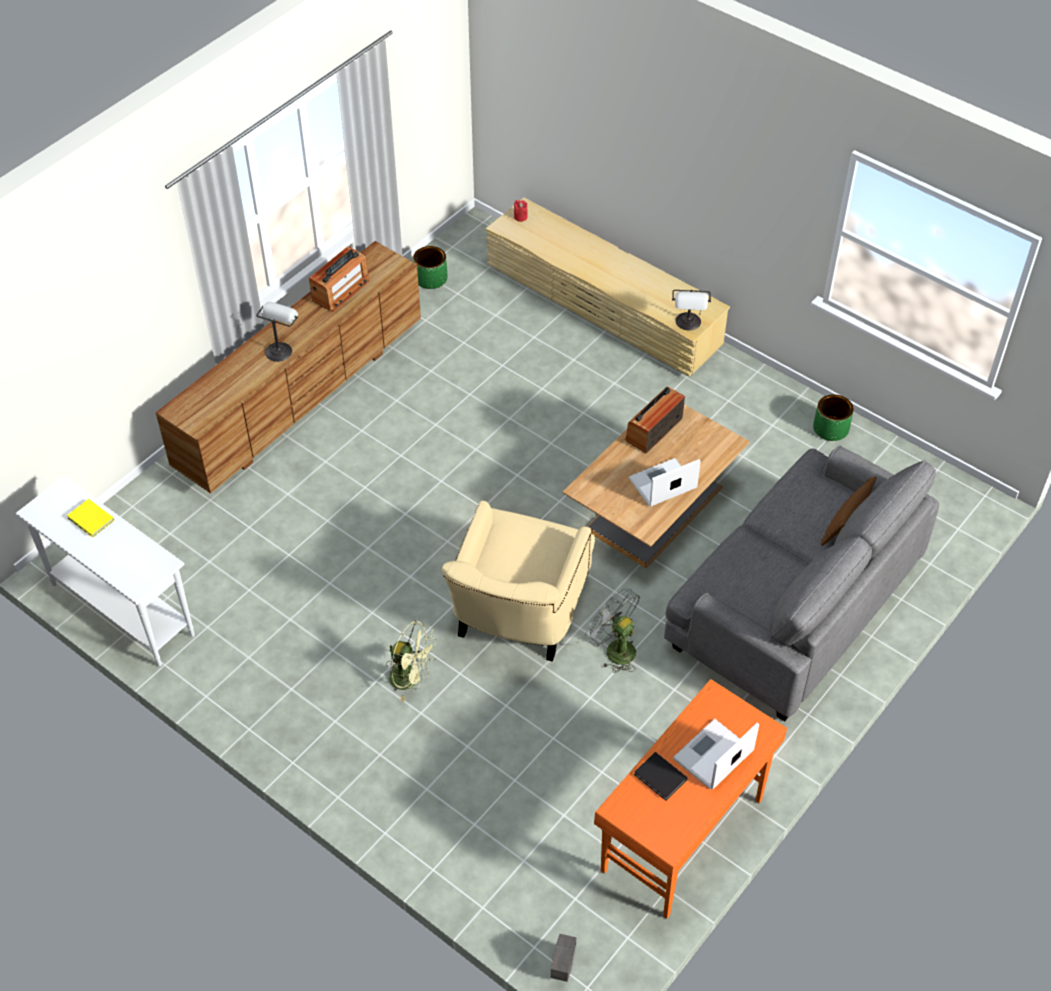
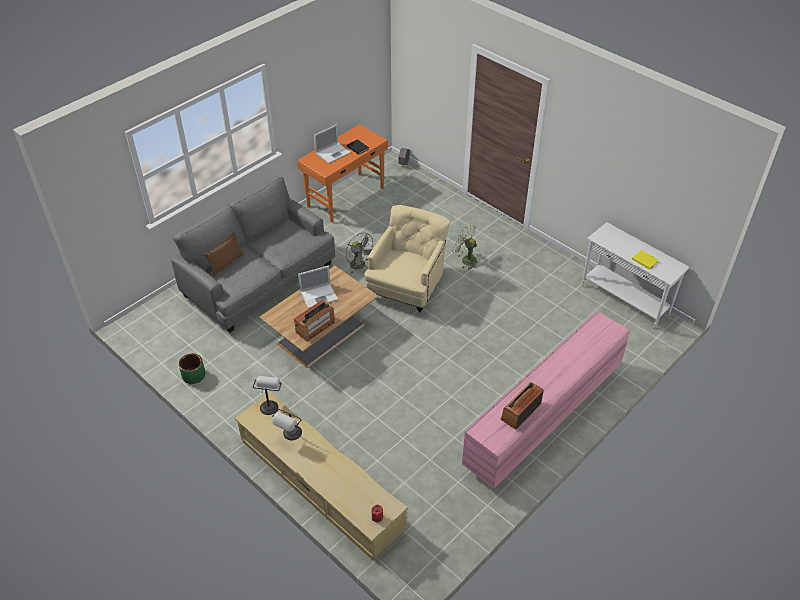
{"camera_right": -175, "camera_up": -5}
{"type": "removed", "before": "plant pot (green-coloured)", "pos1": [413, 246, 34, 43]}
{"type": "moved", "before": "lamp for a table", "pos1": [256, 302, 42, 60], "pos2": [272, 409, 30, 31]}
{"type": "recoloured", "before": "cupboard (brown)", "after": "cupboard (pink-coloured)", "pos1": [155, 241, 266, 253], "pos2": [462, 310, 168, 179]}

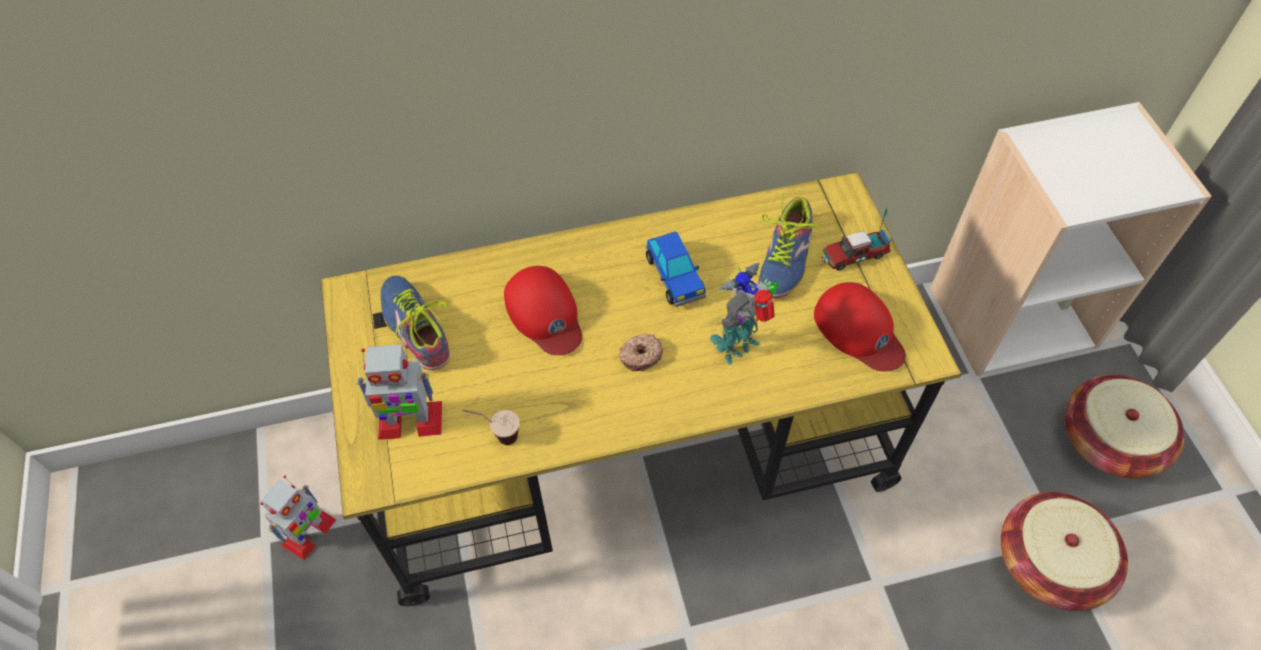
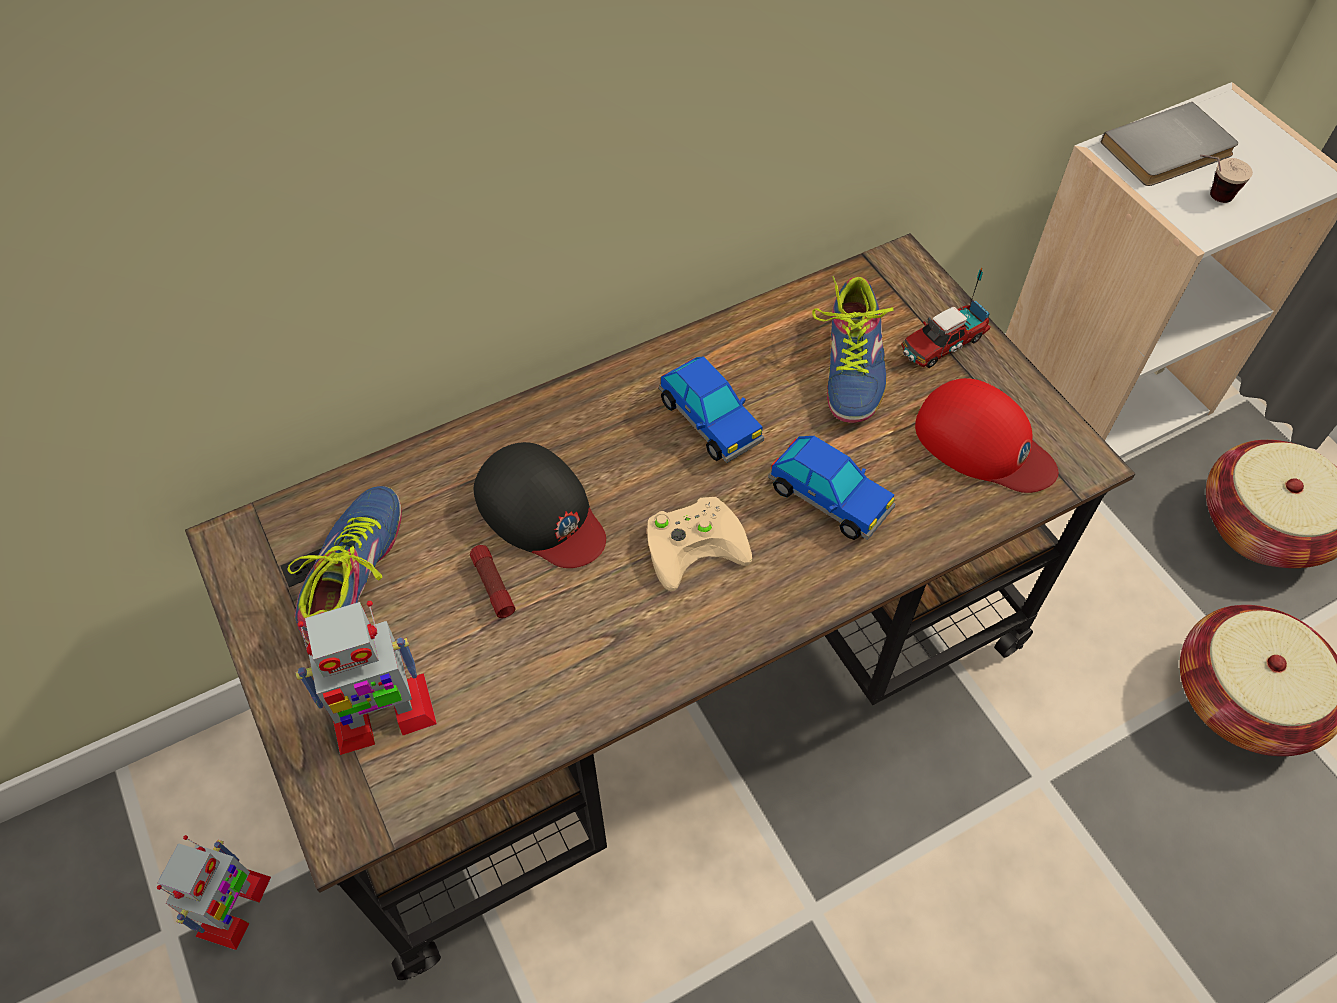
{"camera_right": -15, "camera_up": 0}
{"type": "added", "after": "torch", "pos2": [470, 545, 45, 73]}
{"type": "added", "after": "volume (gray)", "pos2": [1101, 102, 137, 84]}
{"type": "moved", "before": "small cup", "pos1": [463, 409, 57, 36], "pos2": [1200, 155, 53, 48]}
{"type": "replaced", "before": "donut", "after": "joypad (beige-coloured)", "pos1": [619, 333, 44, 38], "pos2": [647, 497, 105, 94]}
{"type": "replaced", "before": "toy robot", "after": "toy car", "pos1": [710, 263, 68, 102], "pos2": [768, 436, 127, 104]}
{"type": "recoloured", "before": "desk unit (yellowish)", "after": "desk unit (brown)", "pos1": [321, 172, 640, 434], "pos2": [185, 233, 950, 747]}
{"type": "recoloured", "before": "baseball cap (reddish)", "after": "baseball cap (black)", "pos1": [504, 266, 78, 89], "pos2": [473, 442, 133, 126]}
{"type": "turned", "before": "low shoe", "pos1": [380, 276, 70, 94], "pos2": [287, 486, 115, 158], "turn": 60}

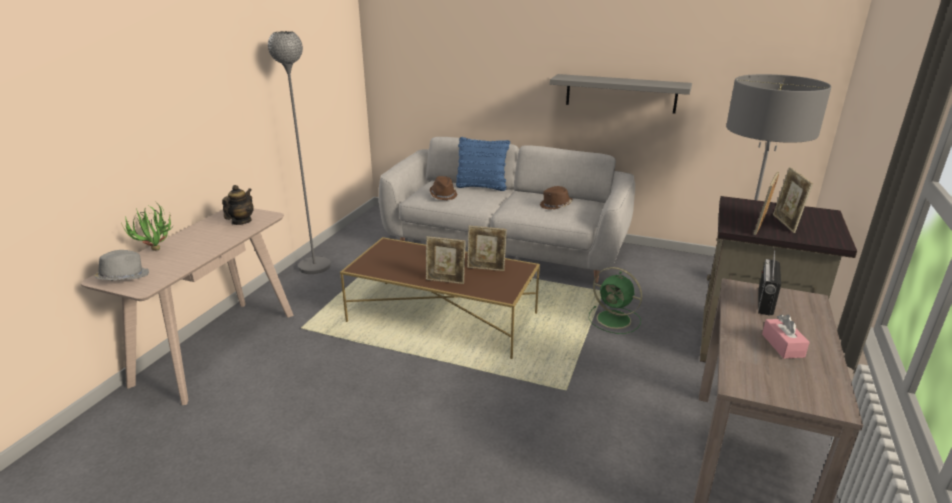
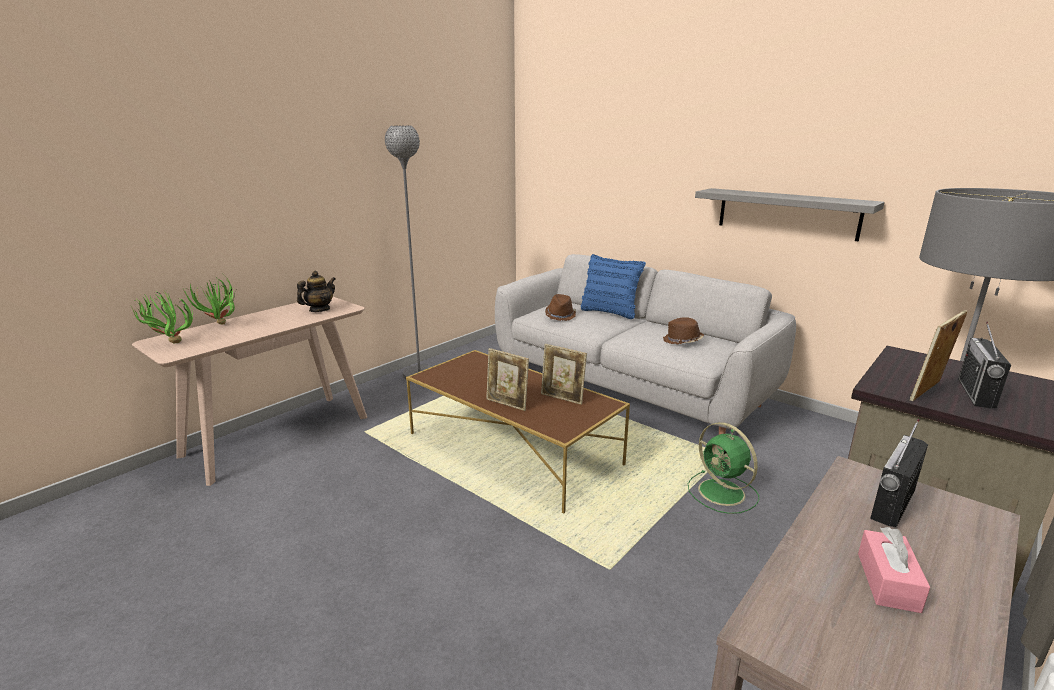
{"camera_right": 20, "camera_up": -5}
{"type": "replaced", "before": "hat (gray)", "after": "potted plant", "pos1": [94, 250, 55, 31], "pos2": [131, 289, 62, 54]}
{"type": "replaced", "before": "picture frame", "after": "radio", "pos1": [773, 167, 40, 66], "pos2": [958, 322, 53, 87]}

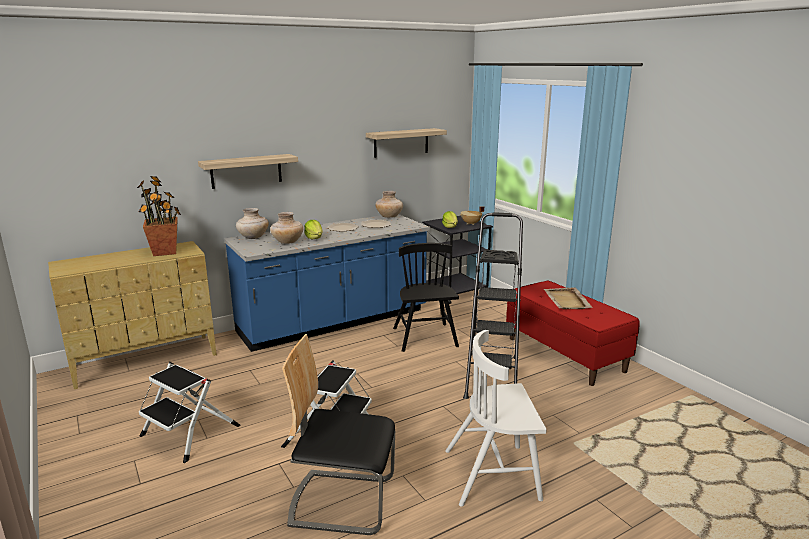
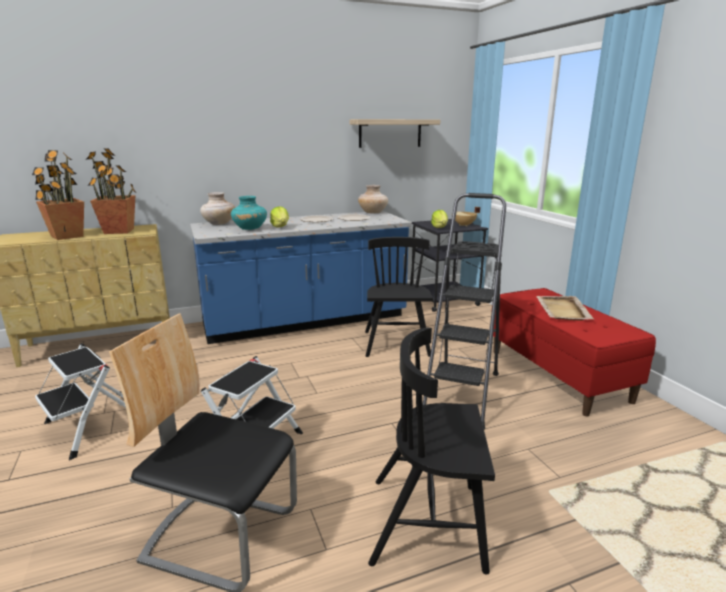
{"camera_right": 10, "camera_up": 0}
{"type": "removed", "before": "shelf", "pos1": [198, 154, 100, 35]}
{"type": "added", "after": "potted plant", "pos2": [32, 150, 52, 90]}
{"type": "recoloured", "before": "vase (beige-coloured)", "after": "vase (blue-green)", "pos1": [270, 212, 34, 32], "pos2": [231, 196, 36, 34]}
{"type": "recoloured", "before": "upright chair (whitish)", "after": "upright chair (black)", "pos1": [445, 330, 102, 177], "pos2": [368, 327, 127, 248]}

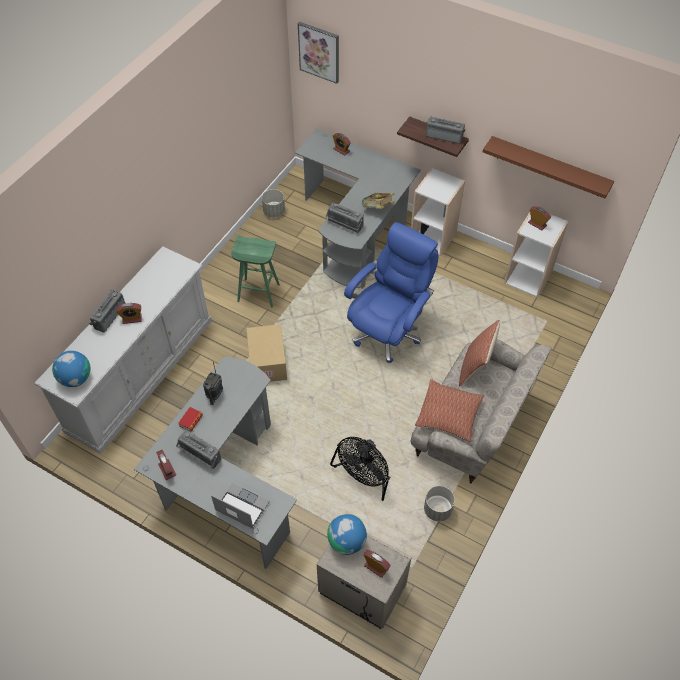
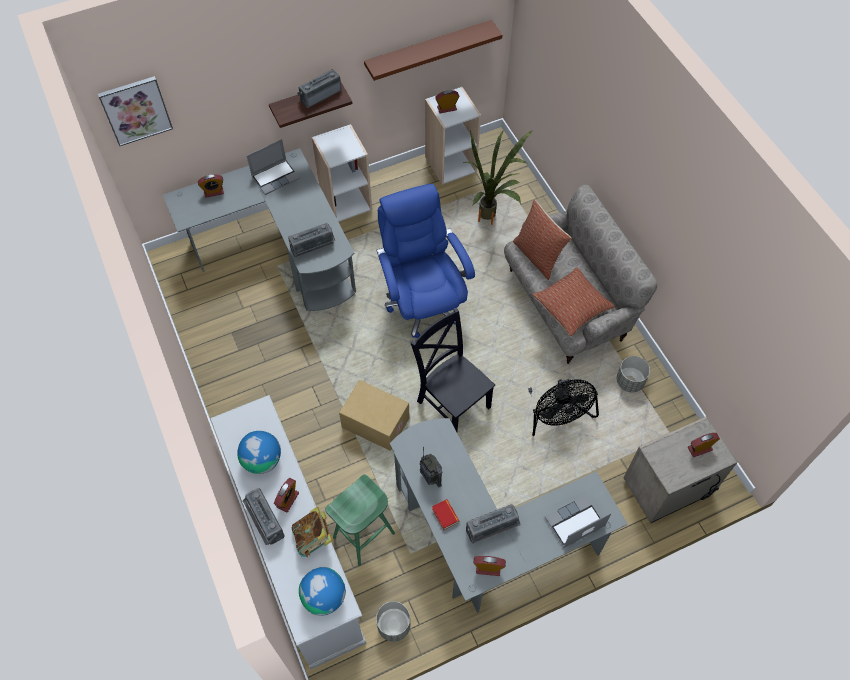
{"camera_right": -55, "camera_up": 5}
{"type": "added", "after": "notebook computer", "pos2": [247, 139, 53, 56]}
{"type": "added", "after": "upright chair (black)", "pos2": [411, 308, 84, 124]}
{"type": "added", "after": "potted plant", "pos2": [464, 130, 69, 95]}
{"type": "moved", "before": "sitting stool (green-coloured)", "pos1": [231, 236, 49, 72], "pos2": [325, 474, 70, 92]}
{"type": "moved", "before": "plant pot (gray)", "pos1": [262, 189, 23, 29], "pos2": [376, 601, 34, 41]}
{"type": "moved", "before": "globe", "pos1": [327, 514, 40, 41], "pos2": [237, 431, 44, 43]}
{"type": "moved", "before": "volume", "pos1": [362, 193, 33, 16], "pos2": [292, 506, 41, 52]}

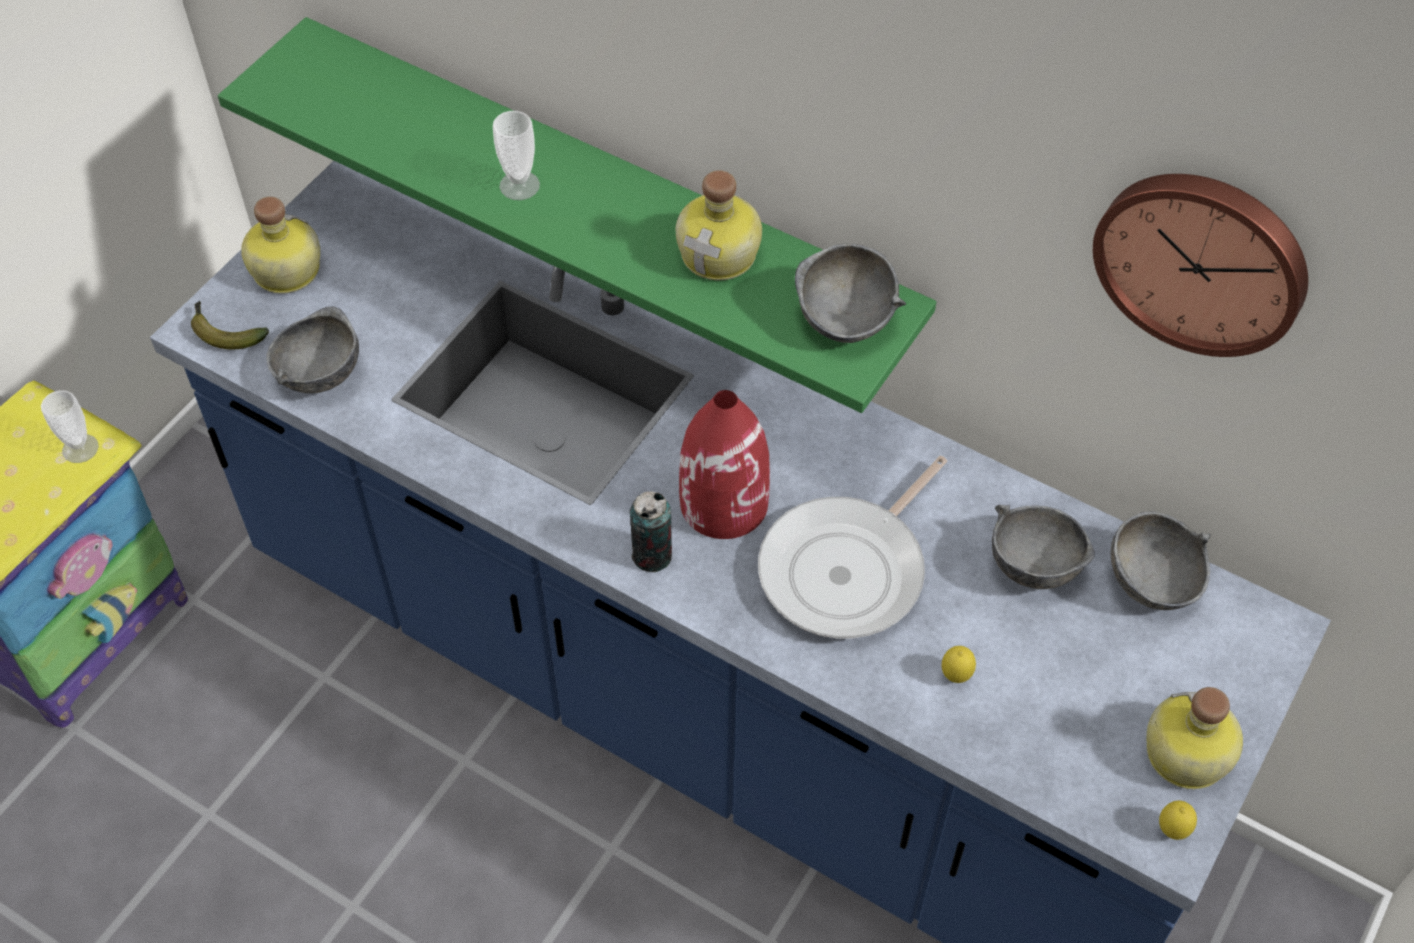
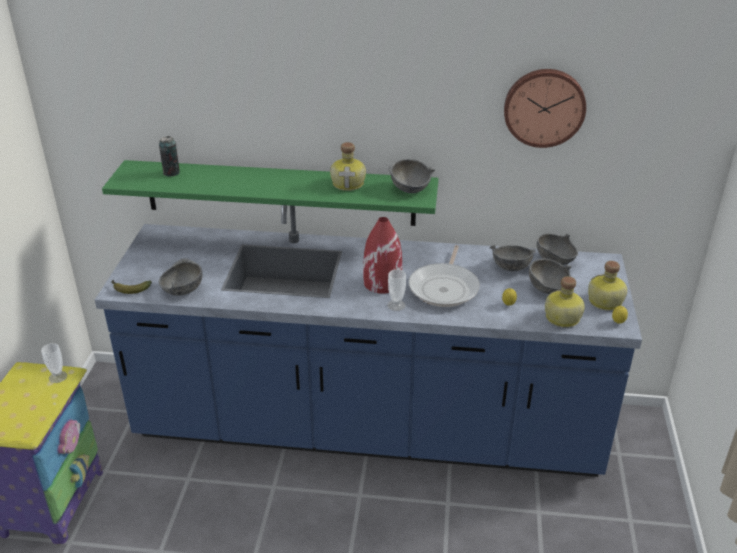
{"camera_right": -25, "camera_up": -20}
{"type": "added", "after": "bowl (gray)", "pos2": [529, 259, 42, 35]}
{"type": "moved", "before": "beverage bottle", "pos1": [241, 197, 79, 97], "pos2": [545, 276, 40, 51]}
{"type": "moved", "before": "small cup", "pos1": [493, 111, 47, 89], "pos2": [387, 269, 19, 42]}
{"type": "moved", "before": "can", "pos1": [629, 491, 43, 81], "pos2": [159, 136, 21, 41]}

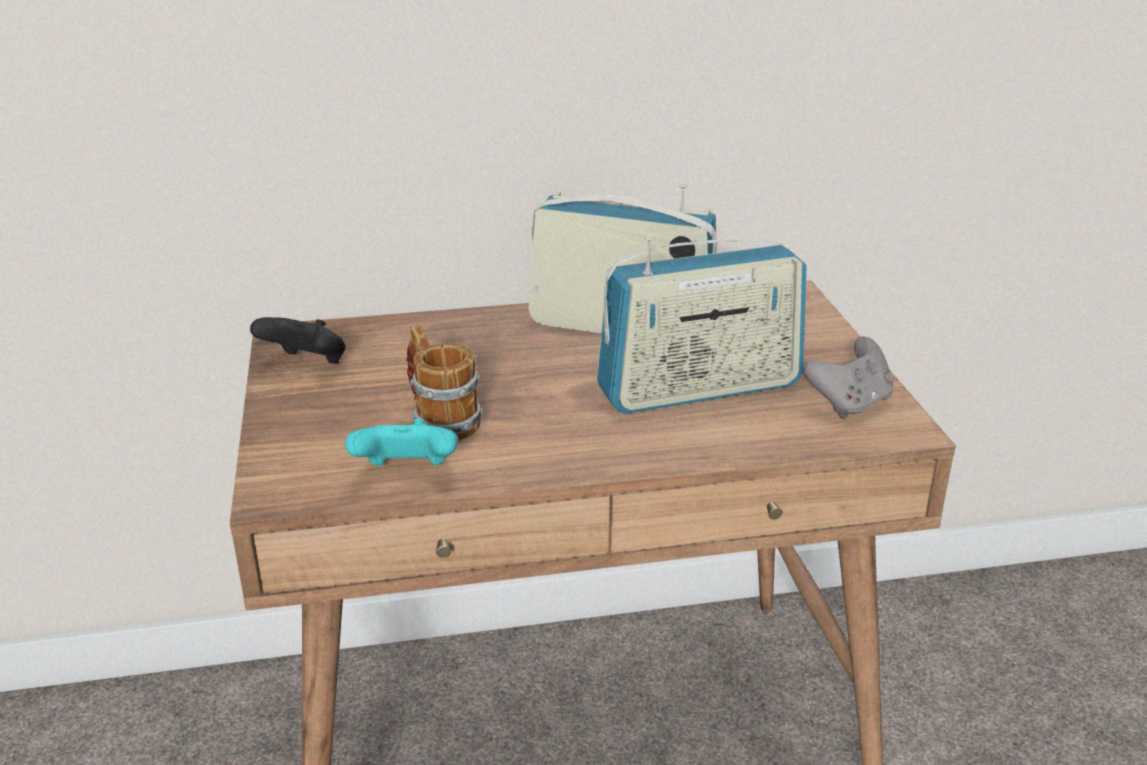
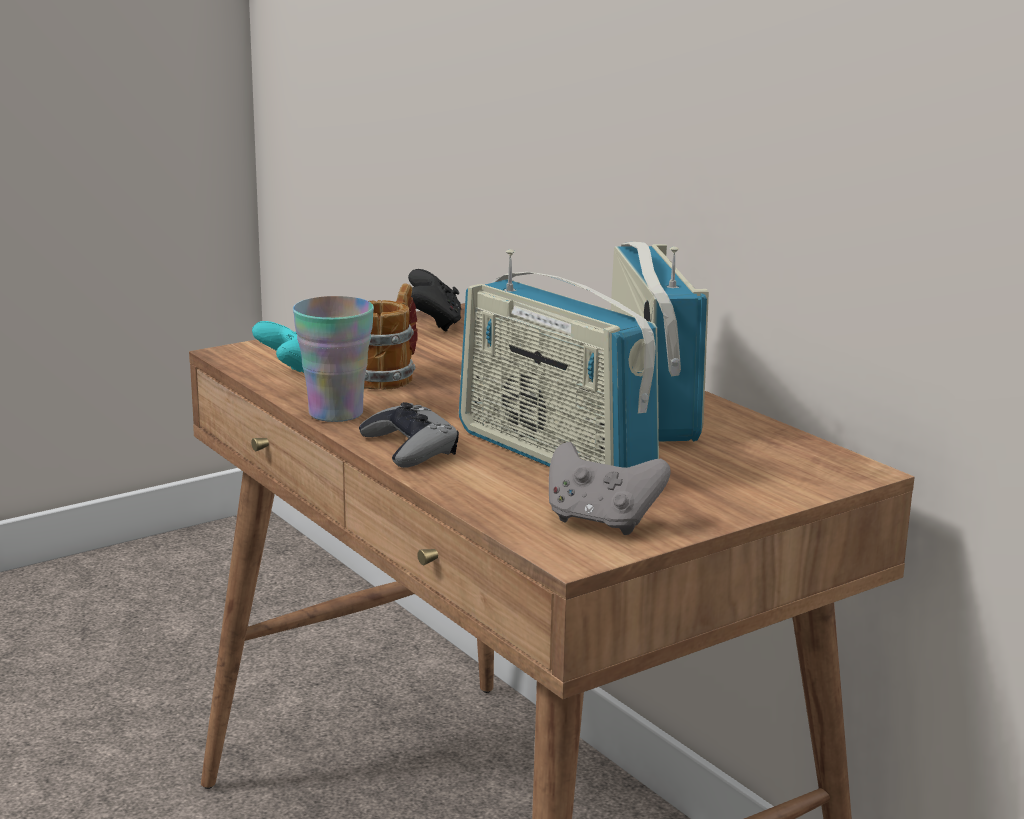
{"camera_right": 65, "camera_up": -10}
{"type": "added", "after": "small cup", "pos2": [293, 296, 81, 126]}
{"type": "added", "after": "joypad (gray)", "pos2": [359, 402, 100, 66]}

